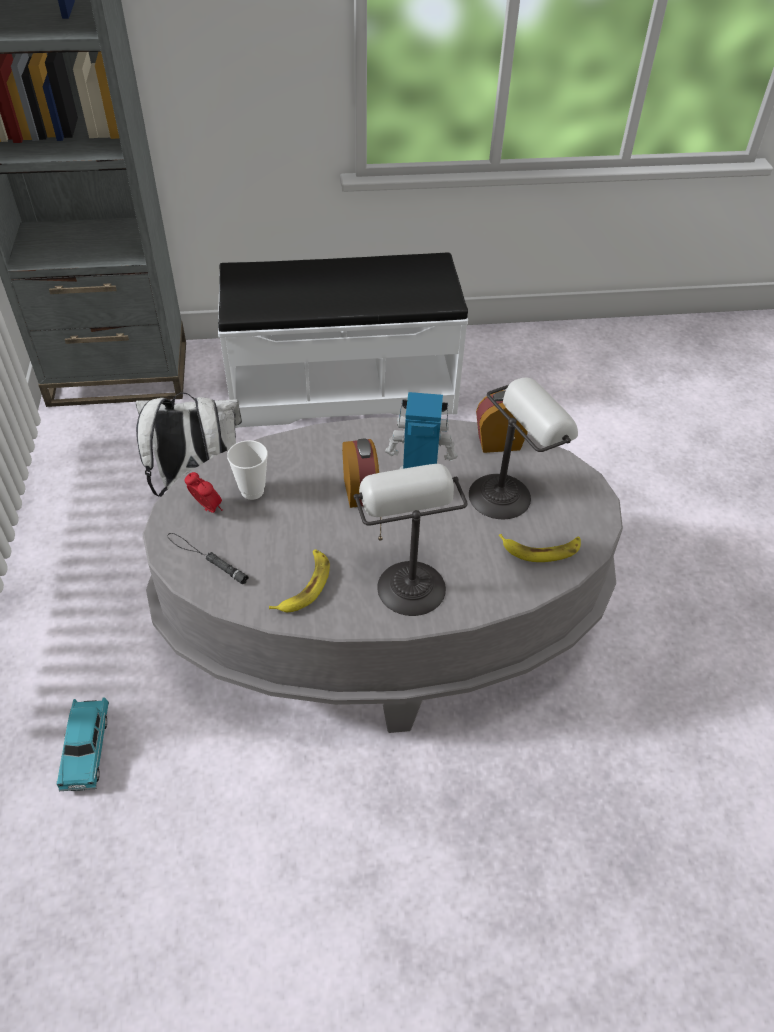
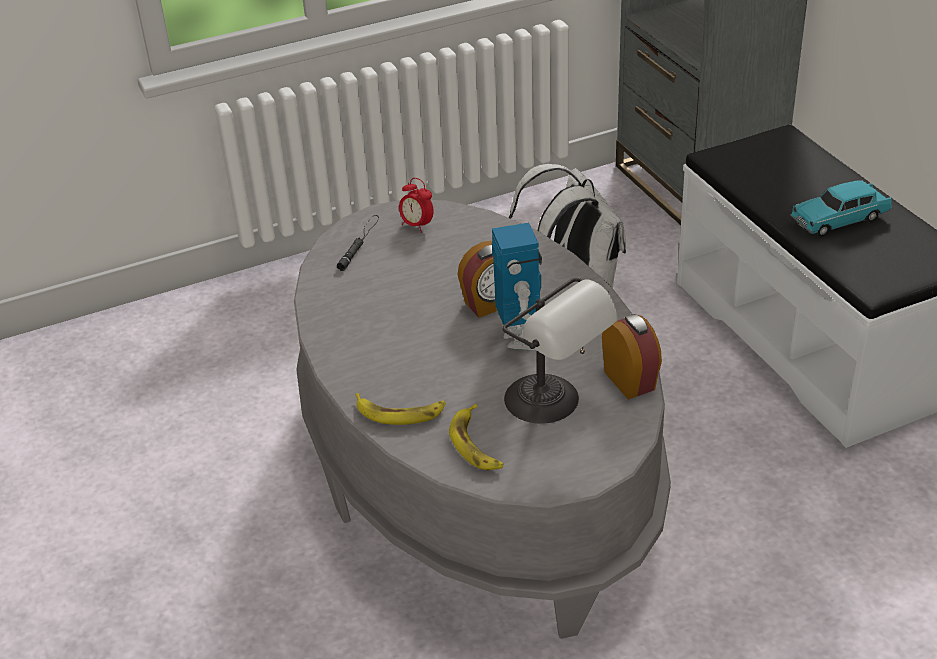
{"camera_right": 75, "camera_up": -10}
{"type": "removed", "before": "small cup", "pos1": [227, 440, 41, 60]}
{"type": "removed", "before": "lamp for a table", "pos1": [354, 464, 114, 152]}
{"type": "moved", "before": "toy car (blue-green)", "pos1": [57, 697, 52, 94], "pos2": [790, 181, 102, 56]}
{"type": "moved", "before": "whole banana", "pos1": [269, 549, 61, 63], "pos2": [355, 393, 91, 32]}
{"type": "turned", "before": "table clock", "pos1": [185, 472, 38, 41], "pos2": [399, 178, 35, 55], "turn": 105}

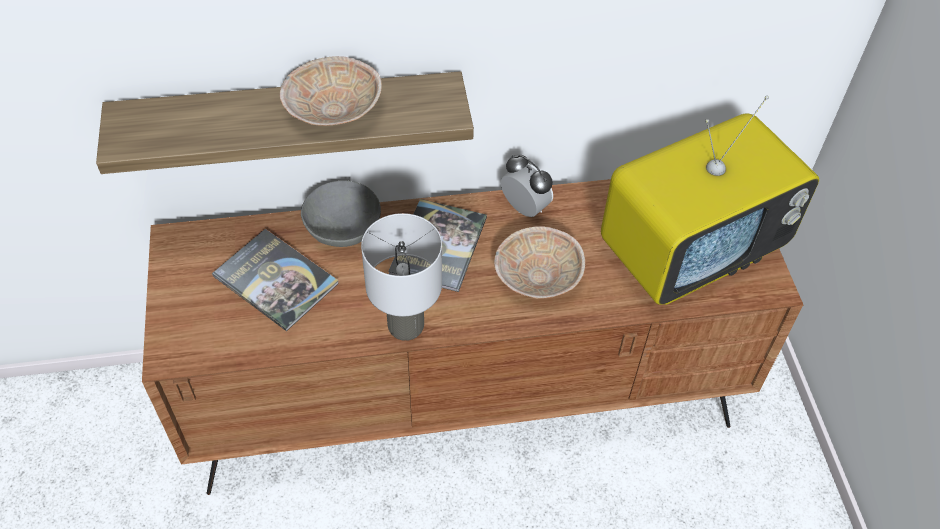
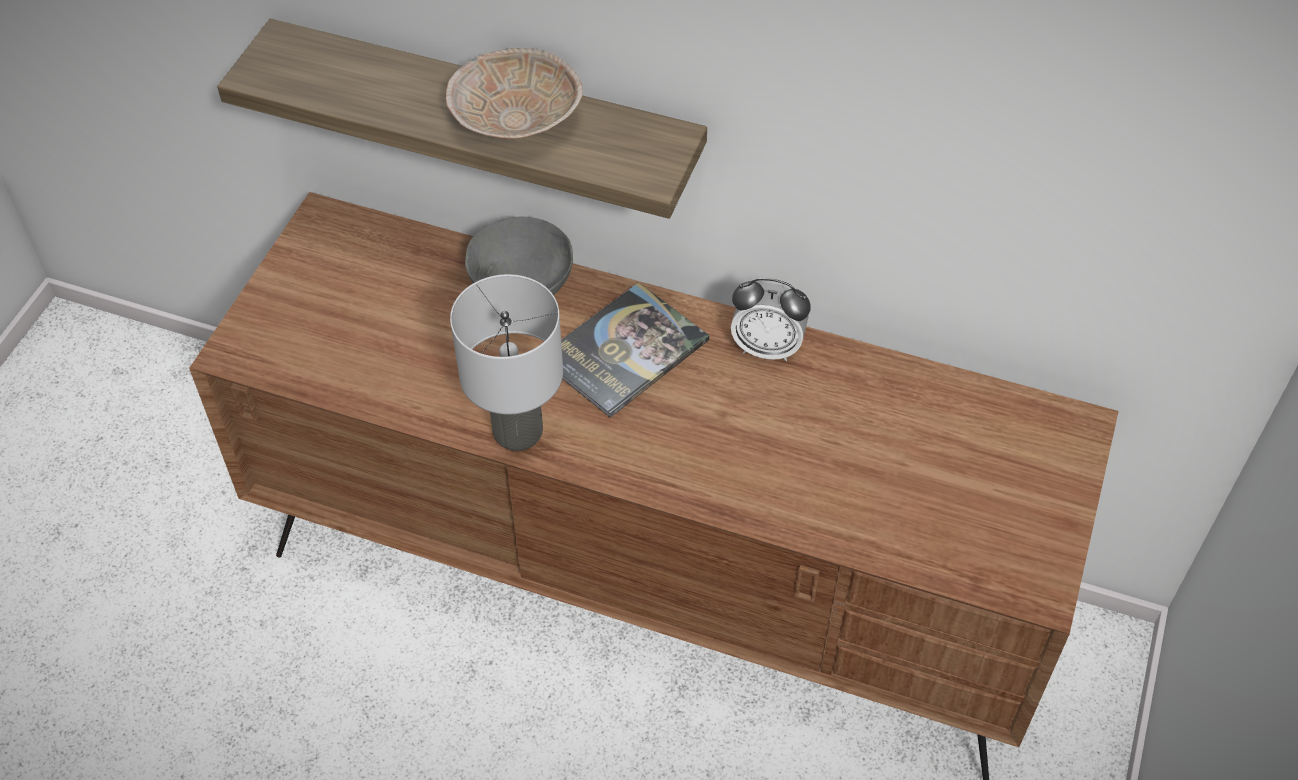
{"camera_right": 30, "camera_up": 0}
{"type": "removed", "before": "volume", "pos1": [212, 229, 127, 102]}
{"type": "removed", "before": "bowl (beige-coloured)", "pos1": [494, 226, 91, 73]}
{"type": "removed", "before": "TV", "pos1": [601, 96, 218, 209]}
{"type": "turned", "before": "table clock", "pos1": [501, 155, 52, 62], "pos2": [731, 278, 80, 83], "turn": 120}

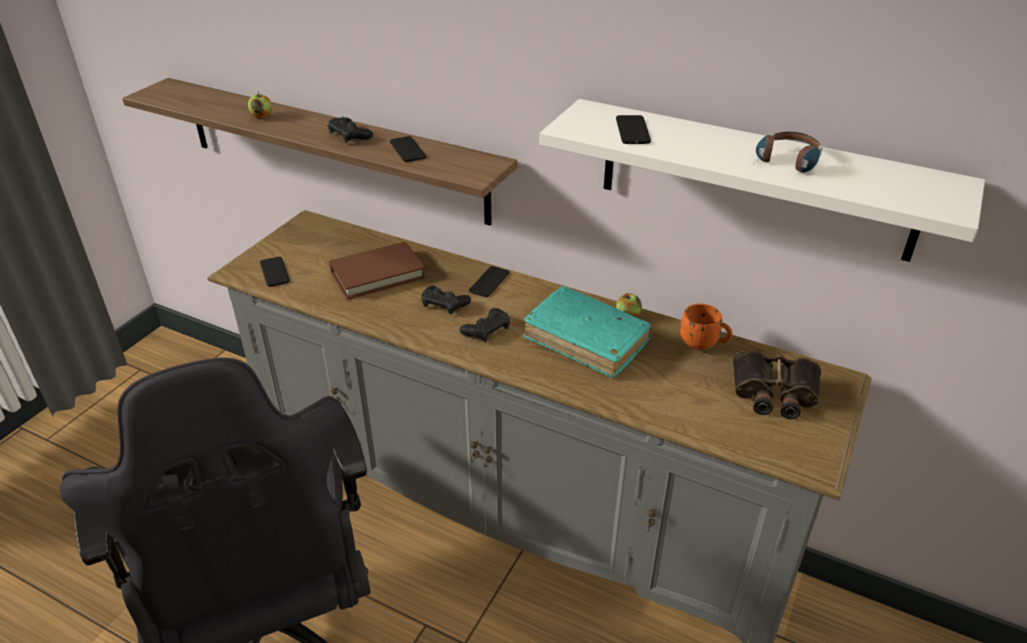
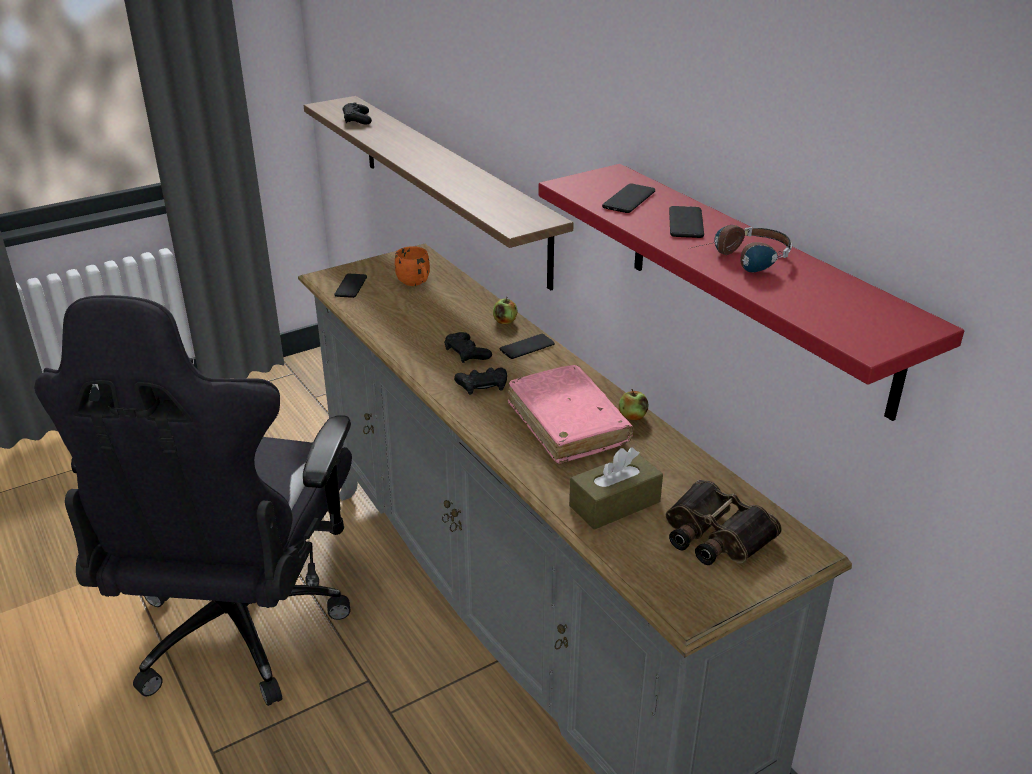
{"camera_right": 30, "camera_up": -5}
{"type": "removed", "before": "volume (brown)", "pos1": [329, 242, 97, 58]}
{"type": "added", "after": "tissue box (brown)", "pos2": [569, 448, 94, 82]}
{"type": "moved", "before": "apple fruit", "pos1": [248, 91, 24, 28], "pos2": [493, 296, 25, 29]}
{"type": "moved", "before": "joypad (black)", "pos1": [328, 117, 45, 26], "pos2": [343, 102, 29, 23]}
{"type": "moved", "before": "telephone", "pos1": [390, 136, 36, 26], "pos2": [669, 206, 35, 32]}
{"type": "moved", "before": "tea mug (orange)", "pos1": [680, 304, 53, 46], "pos2": [395, 246, 35, 40]}
{"type": "recoloured", "before": "volume (blue-green)", "after": "volume (pink-coloured)", "pos1": [523, 286, 130, 92], "pos2": [508, 365, 125, 99]}
{"type": "recoloured", "before": "shelf (whitish)", "after": "shelf (reddish)", "pos1": [540, 99, 445, 163], "pos2": [538, 164, 426, 257]}

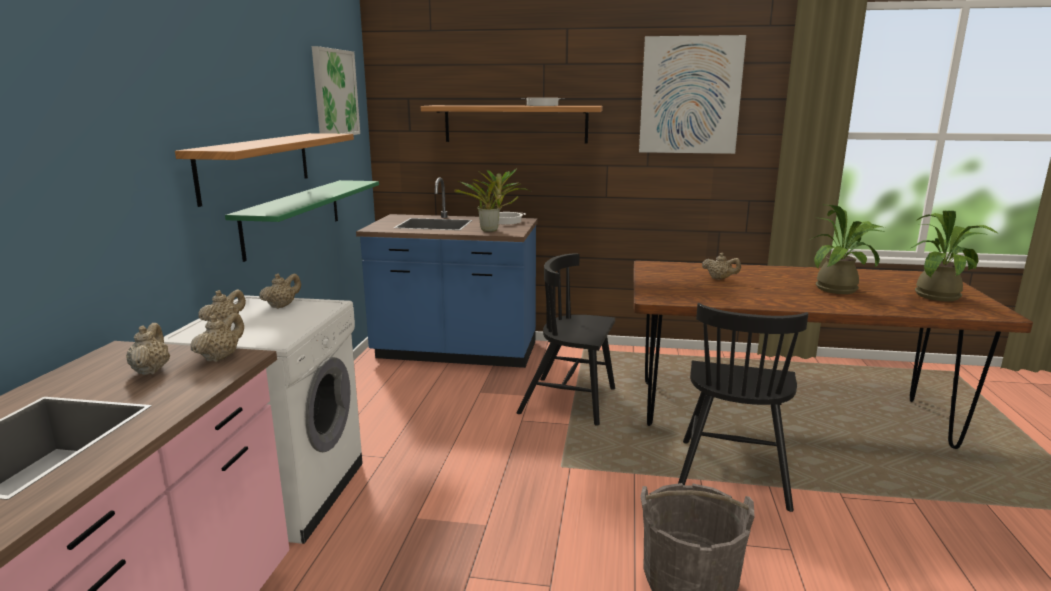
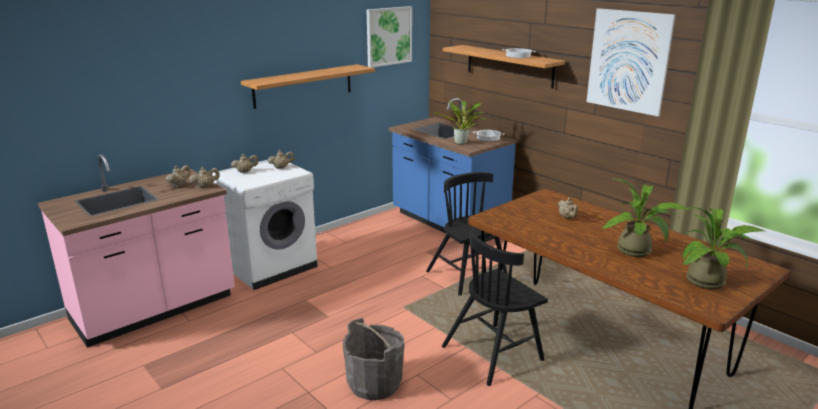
{"camera_right": 40, "camera_up": 5}
{"type": "removed", "before": "shelf (green-coloured)", "pos1": [225, 180, 154, 82]}

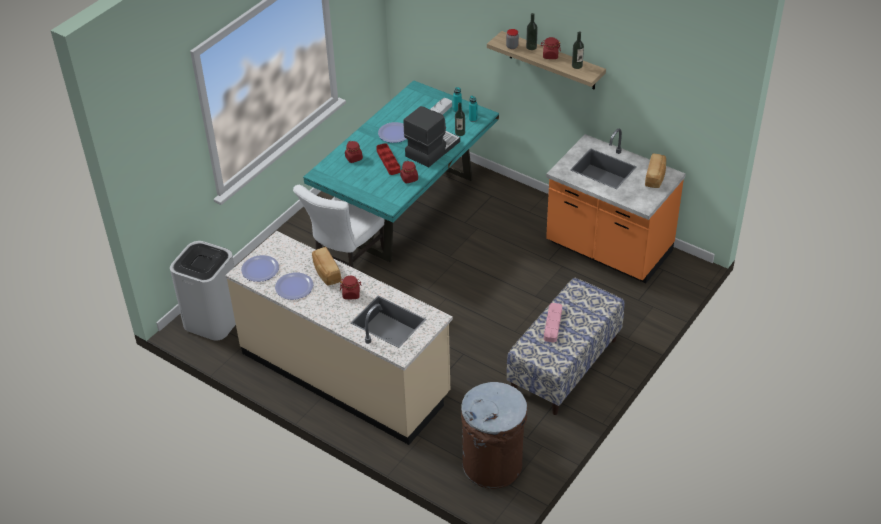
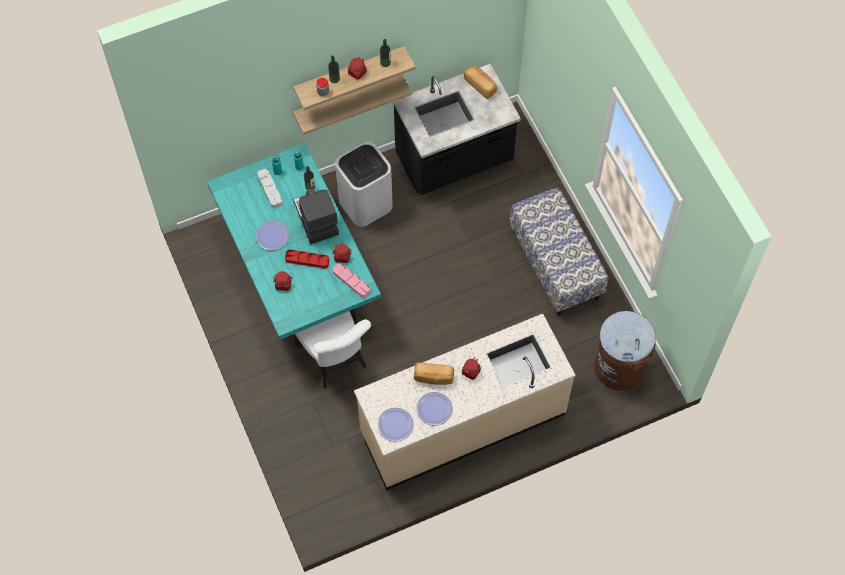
{"camera_right": -60, "camera_up": 20}
{"type": "added", "after": "shelf", "pos2": [293, 74, 119, 61]}
{"type": "moved", "before": "trash can (whitish)", "pos1": [170, 241, 66, 100], "pos2": [335, 141, 58, 86]}
{"type": "moved", "before": "carrying tray (pink-coloured)", "pos1": [544, 303, 18, 39], "pos2": [333, 263, 37, 35]}
{"type": "recoloured", "before": "kitchen counter (orange)", "after": "kitchen counter (black)", "pos1": [546, 129, 140, 154], "pos2": [393, 64, 128, 131]}

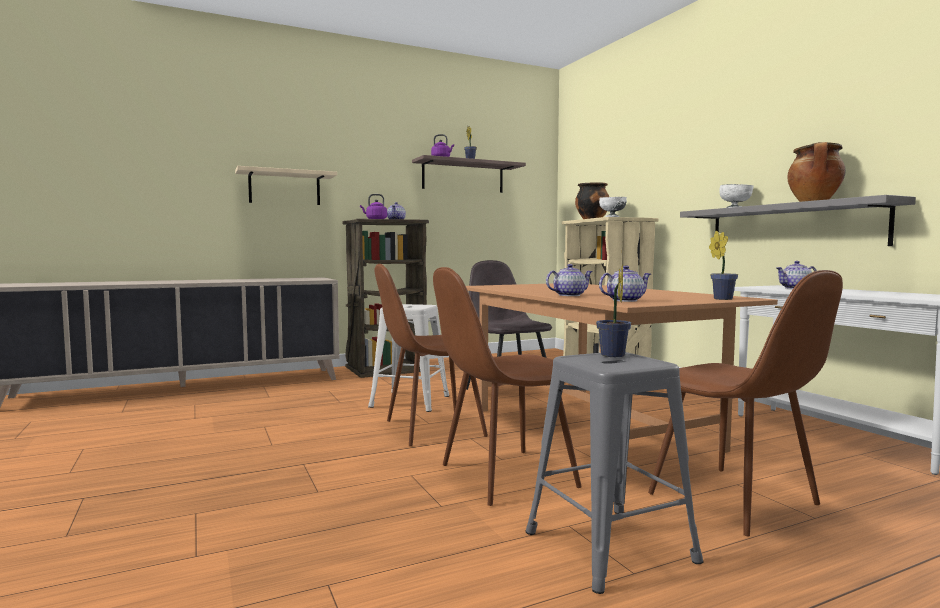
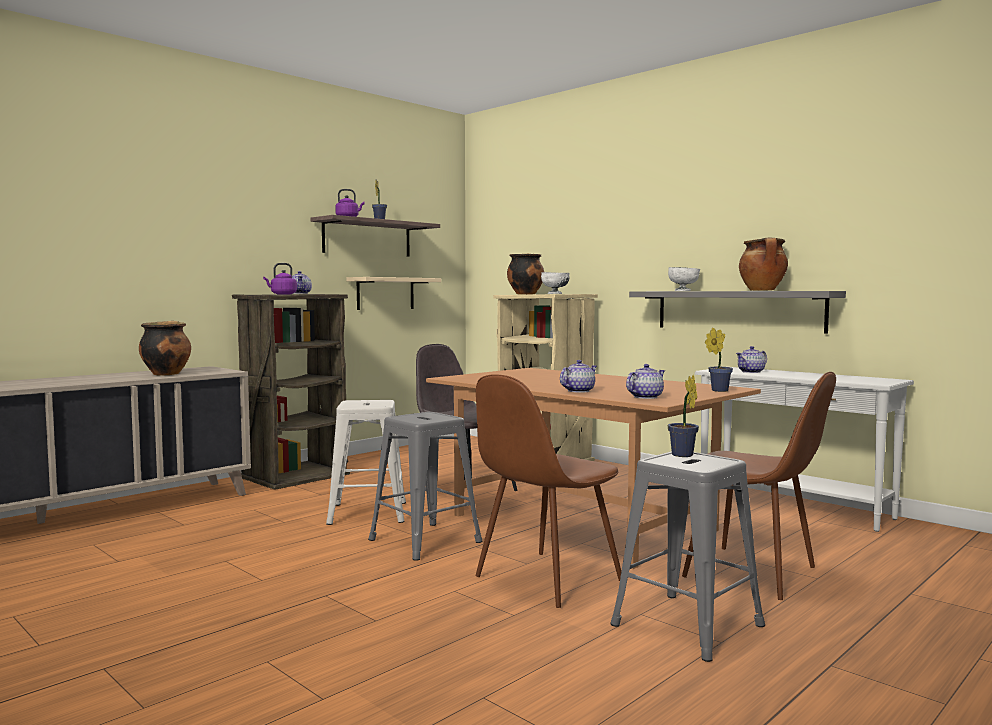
{"camera_right": -20, "camera_up": 0}
{"type": "added", "after": "cooking pot", "pos2": [139, 321, 52, 55]}
{"type": "moved", "before": "shelf (beige-coloured)", "pos1": [235, 166, 102, 39], "pos2": [346, 277, 95, 33]}
{"type": "replaced", "before": "upright chair (brown)", "after": "sitting stool (gray)", "pos1": [374, 264, 114, 182], "pos2": [368, 412, 115, 149]}

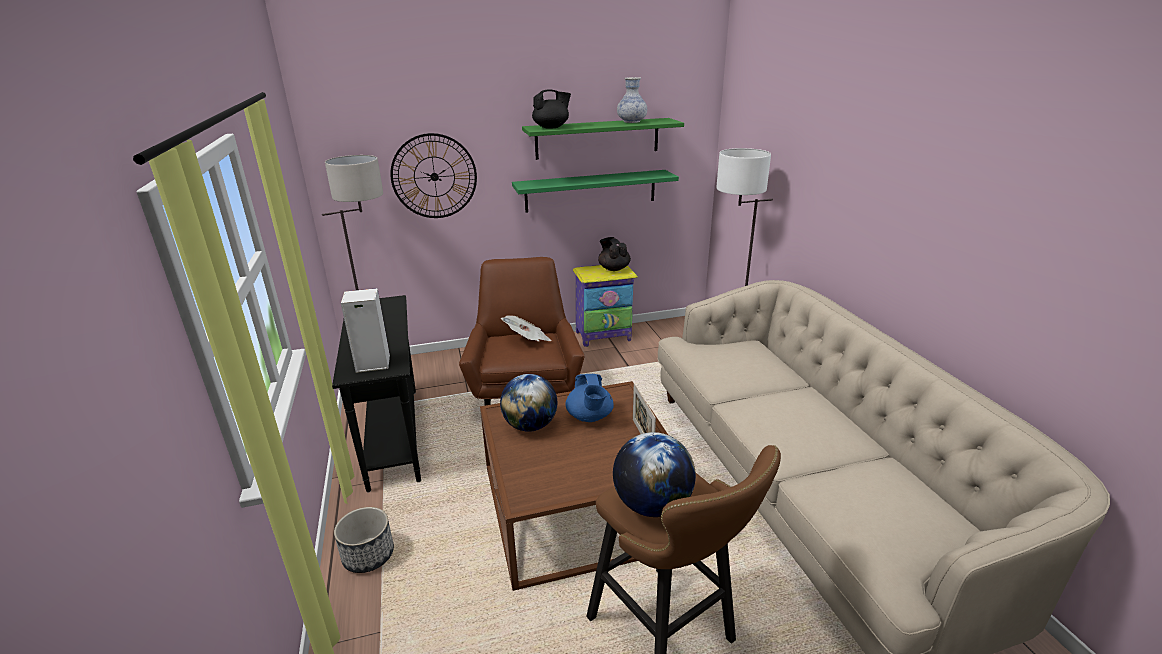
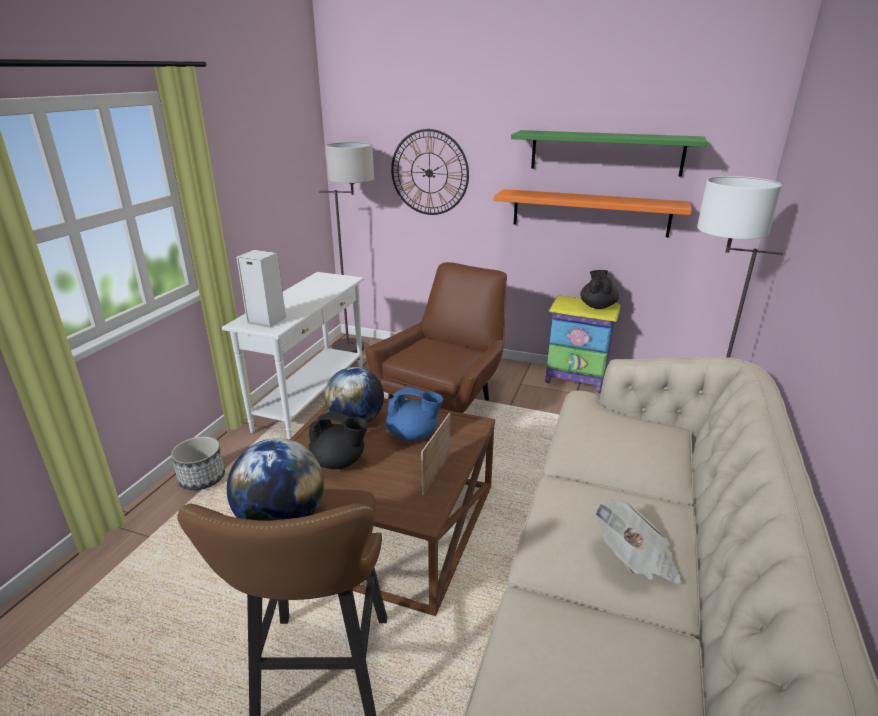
{"camera_right": 35, "camera_up": 0}
{"type": "removed", "before": "vase", "pos1": [617, 77, 30, 46]}
{"type": "moved", "before": "printed paper", "pos1": [501, 315, 51, 26], "pos2": [594, 499, 88, 85]}
{"type": "moved", "before": "teapot (black)", "pos1": [532, 89, 39, 40], "pos2": [308, 412, 60, 57]}
{"type": "recoloured", "before": "console table (black)", "after": "console table (whitish)", "pos1": [332, 295, 89, 197], "pos2": [222, 272, 142, 167]}
{"type": "recoloured", "before": "shelf (green-coloured)", "after": "shelf (orange)", "pos1": [512, 170, 167, 43], "pos2": [494, 189, 198, 49]}
{"type": "turned", "before": "teapot (blue-coloured)", "pos1": [566, 374, 48, 48], "pos2": [386, 388, 57, 53], "turn": -105}

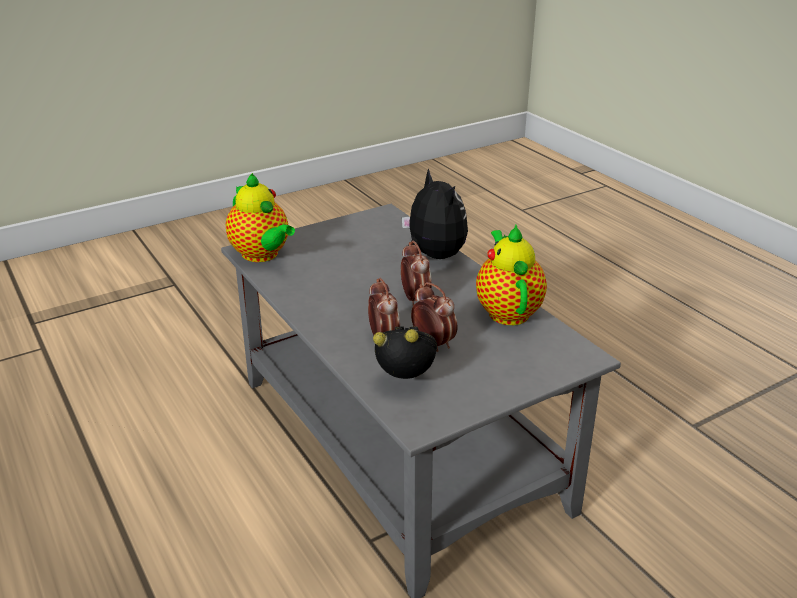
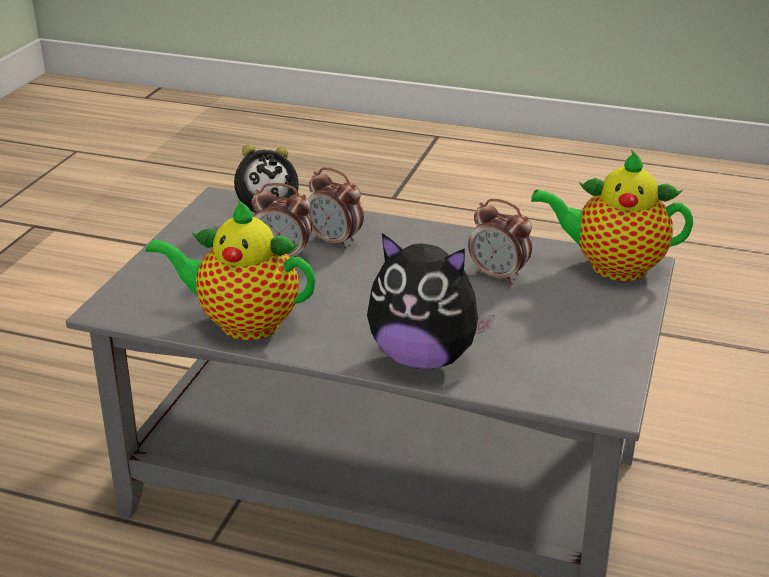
{"camera_right": 140, "camera_up": 0}
{"type": "moved", "before": "table clock", "pos1": [401, 241, 31, 65], "pos2": [468, 199, 64, 86]}
{"type": "turned", "before": "teapot", "pos1": [476, 225, 71, 100], "pos2": [145, 199, 170, 141], "turn": 150}

